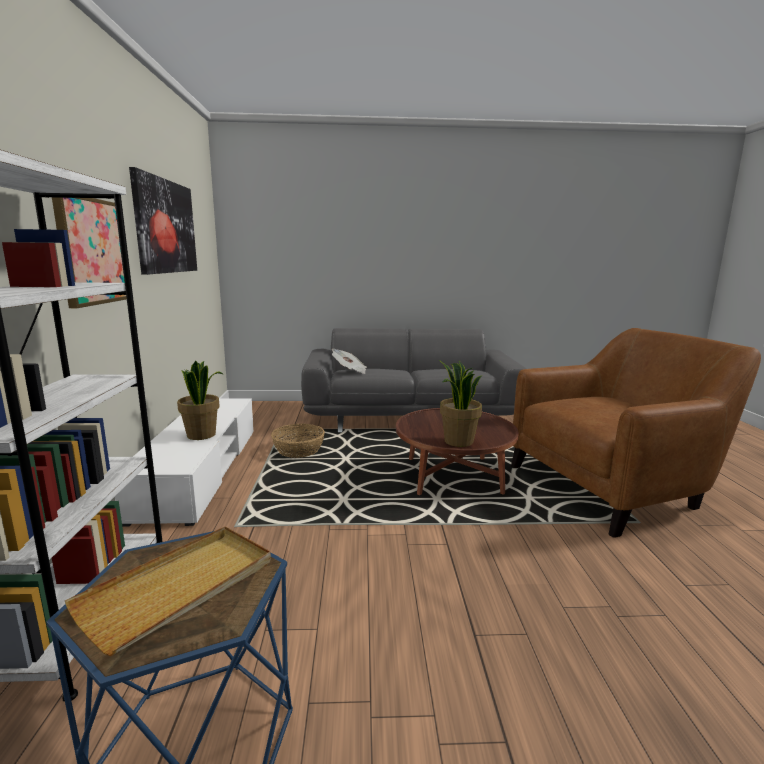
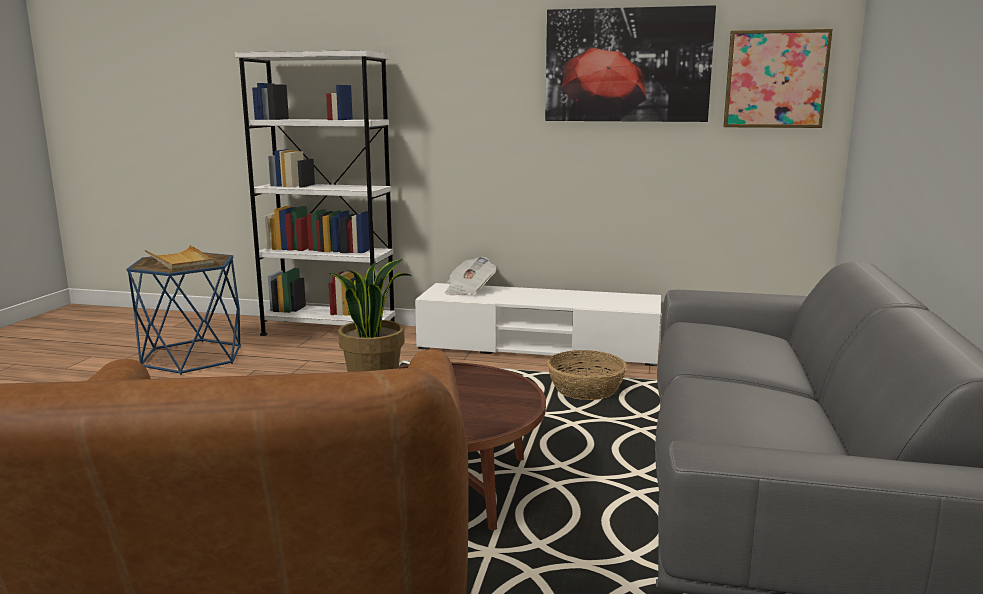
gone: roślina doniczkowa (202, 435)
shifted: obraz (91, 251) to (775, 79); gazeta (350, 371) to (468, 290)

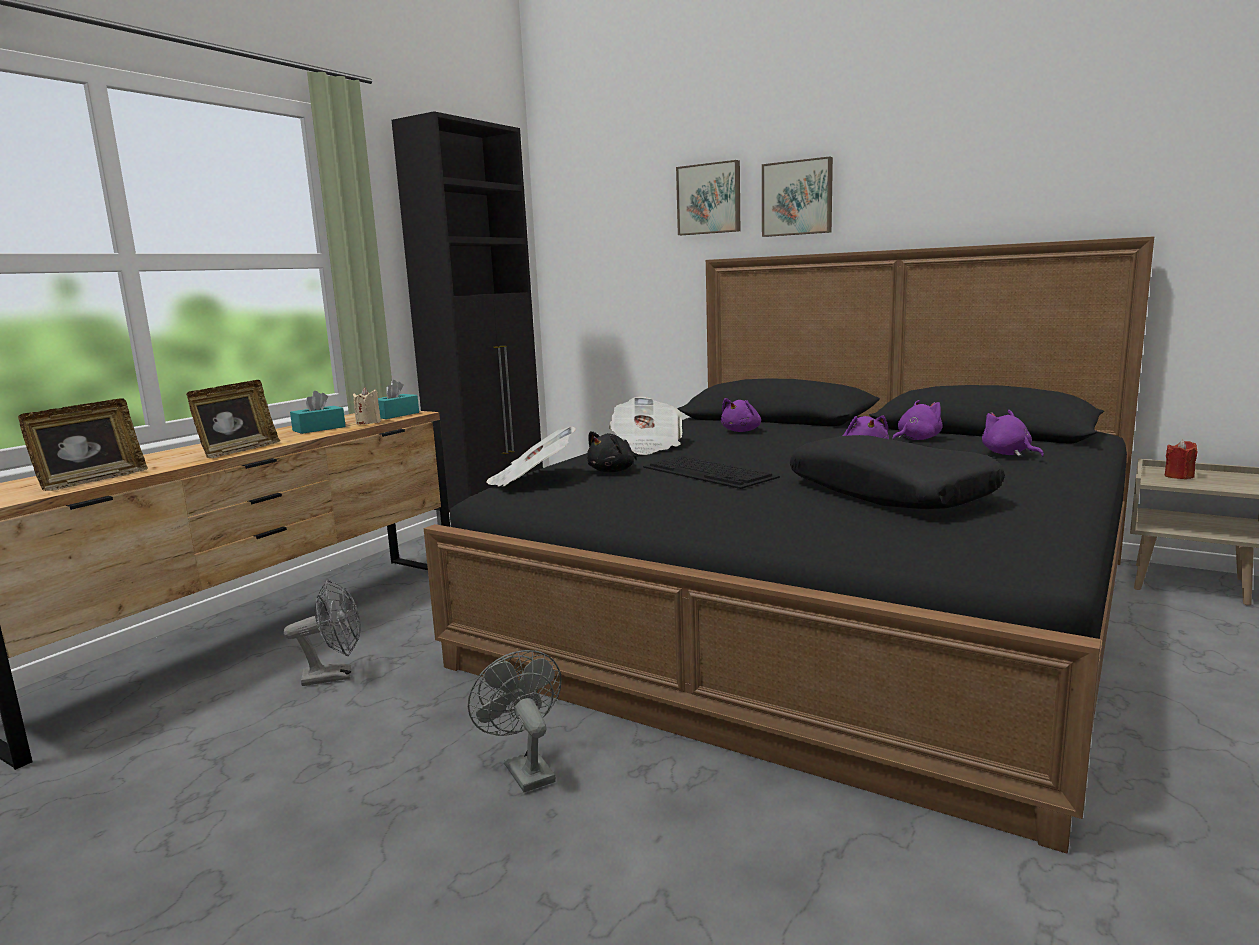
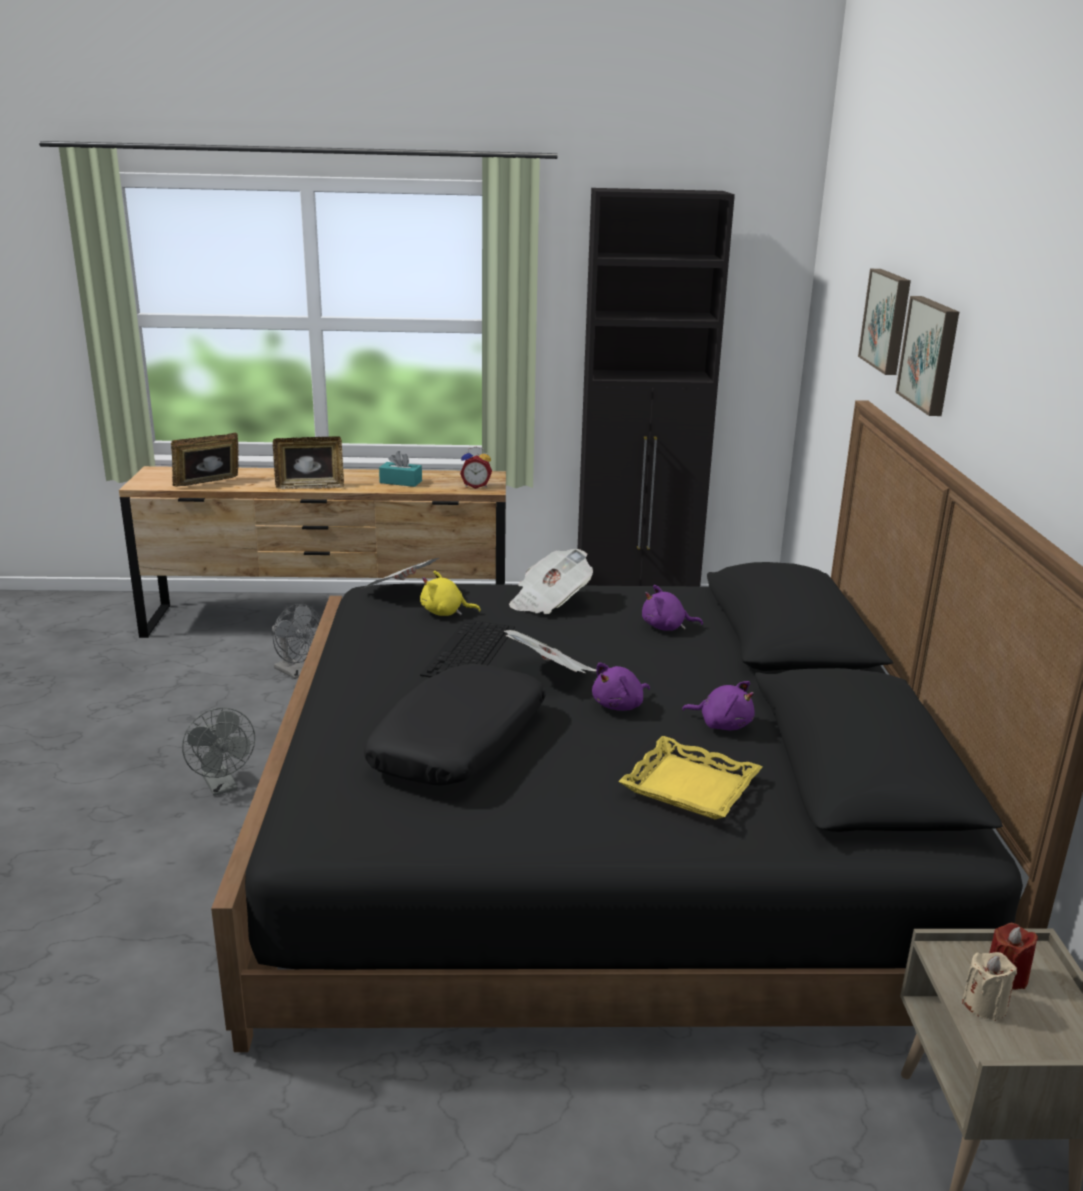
new: gazeta (550, 675)
shifted: świeca/beżowy (368, 422) to (984, 1005)
swapped: pudełko chusteczek/turkusowy (396, 415) to budzik (476, 486); pluszak/fioletowy (1008, 454) to taca/żółty (689, 787)
repainted: pluszak/czarny (613, 471) to pluszak/żółty (445, 612)
rotated: ramka na zdjęcie (91, 480) = (208, 484) 150 degrees clockwise; wentylator/szary (524, 769) = (222, 786) 120 degrees clockwise

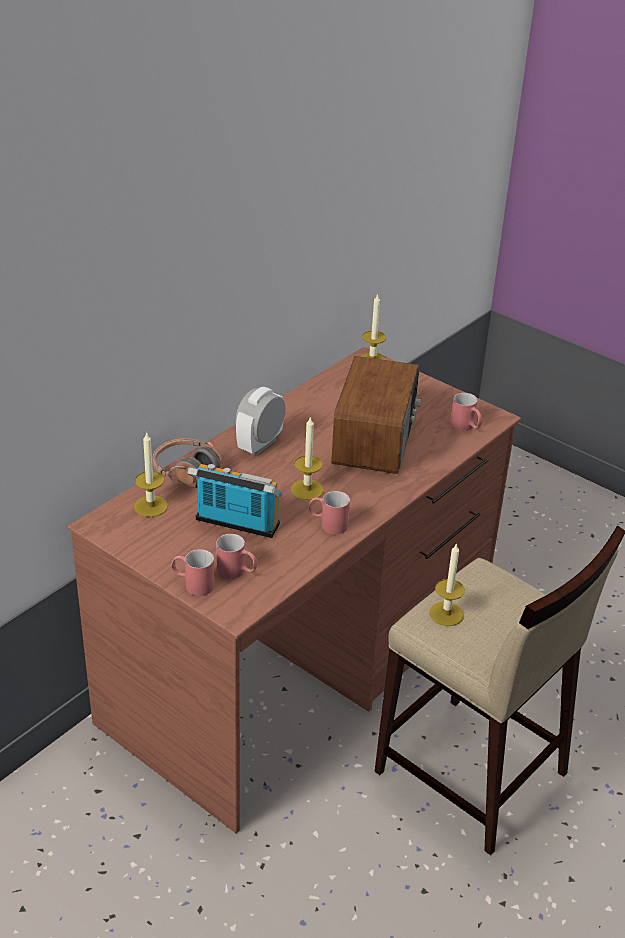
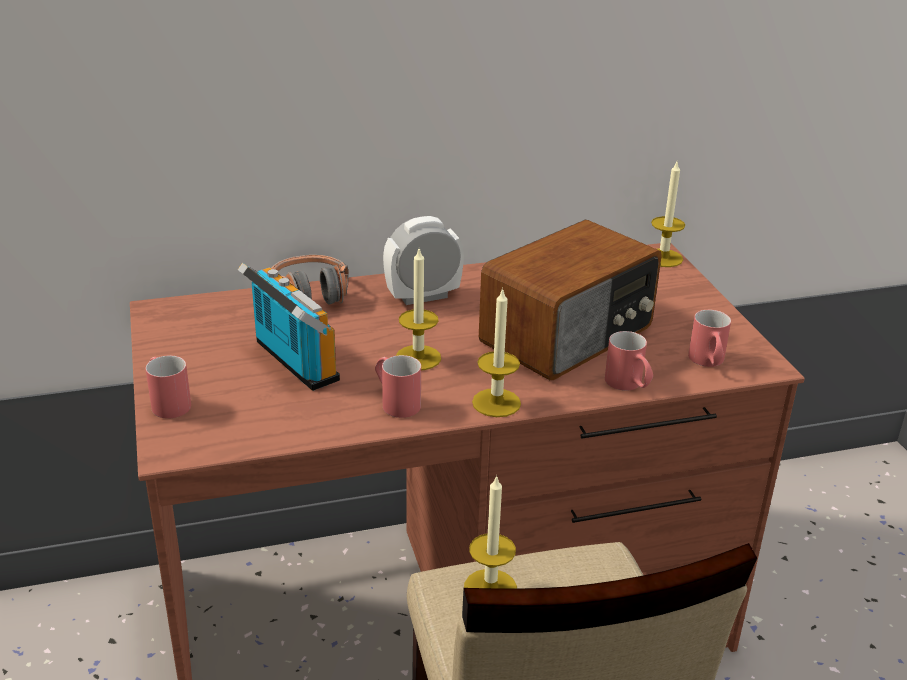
shifted: świeca (151, 506) to (496, 403); kubek/czerwony (237, 572) to (629, 385)

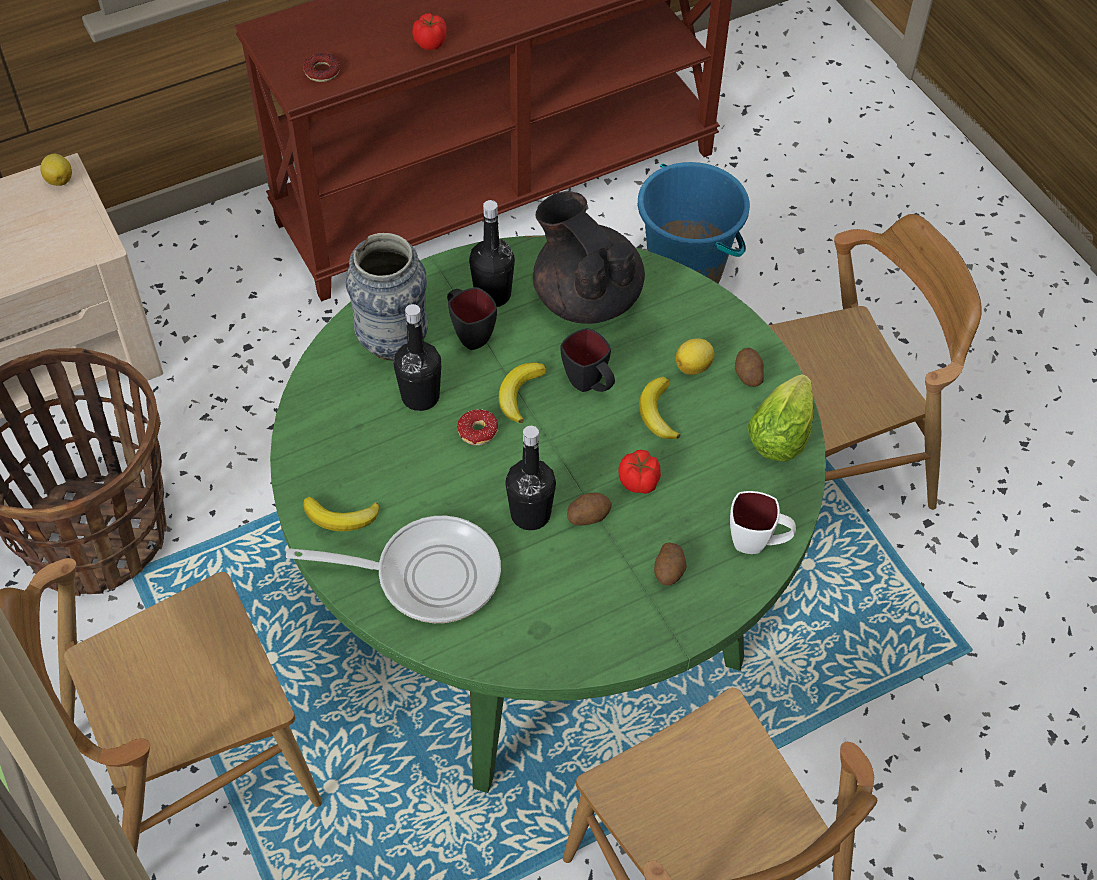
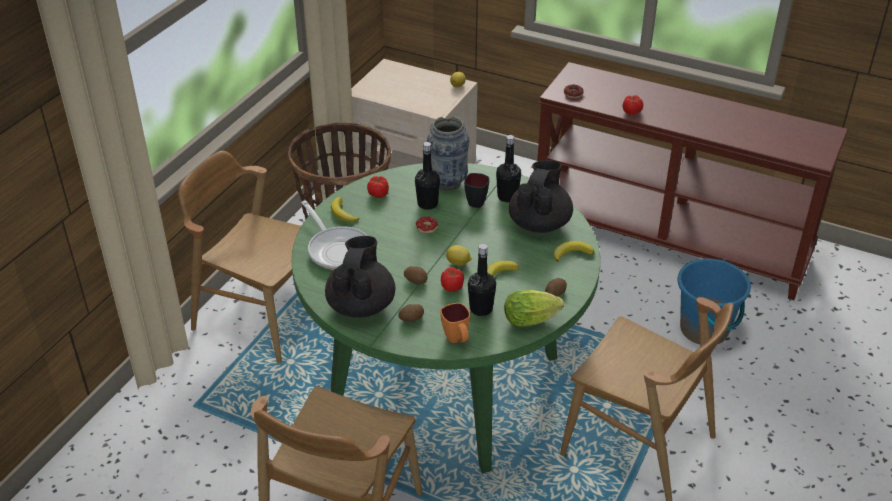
gone: kubek/czarny (589, 386)
new: imbryk/czarny (361, 305); pomidor (378, 194)
shifted: banan (519, 393) to (572, 253); butelka/czarny (530, 514) to (481, 309); cytryna (694, 367) to (458, 263)
repainted: kubek/biały (758, 543) to kubek/pomarańczowy (457, 340)

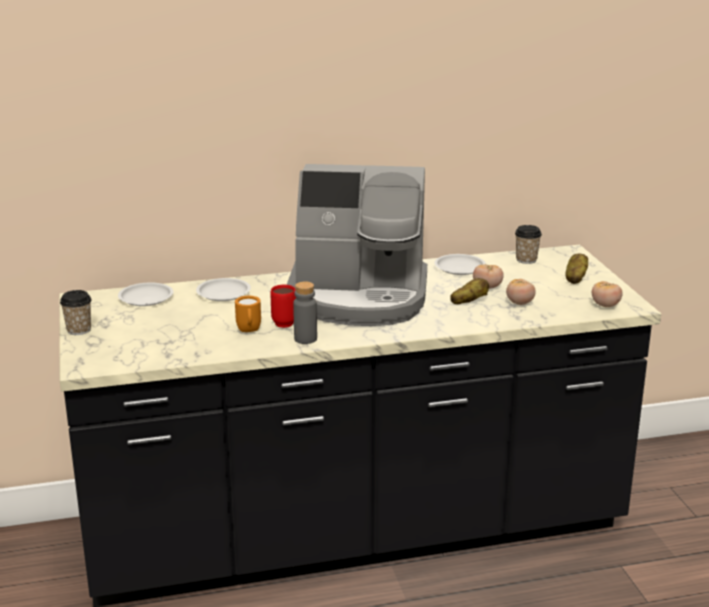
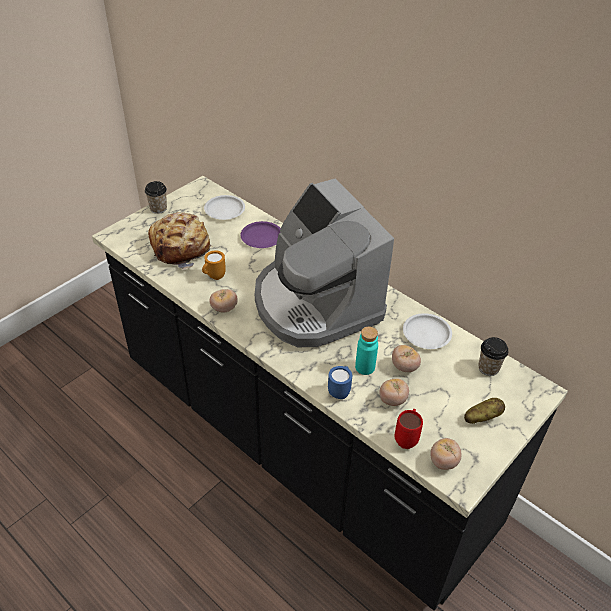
new: chleb (181, 247); kubek/niebieski (340, 391)
shifted: kubek/czerwony (281, 322) to (407, 437)
swapped: butelka/szary (305, 339) to pomidor (224, 308); ziemniak (469, 302) to butelka/turkusowy (365, 367)
repainted: talerz/biały (224, 293) to talerz/fioletowy (262, 238)

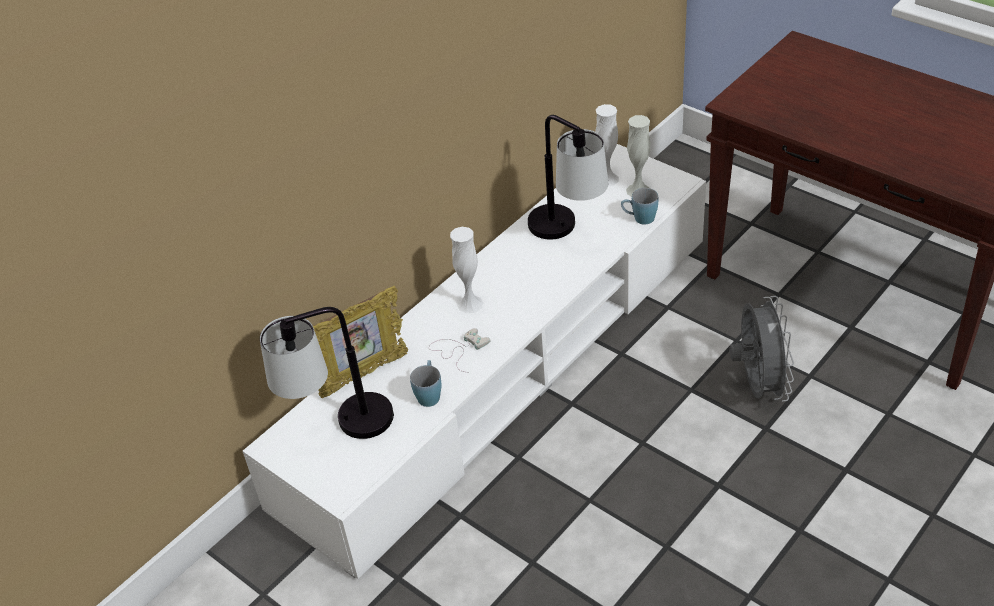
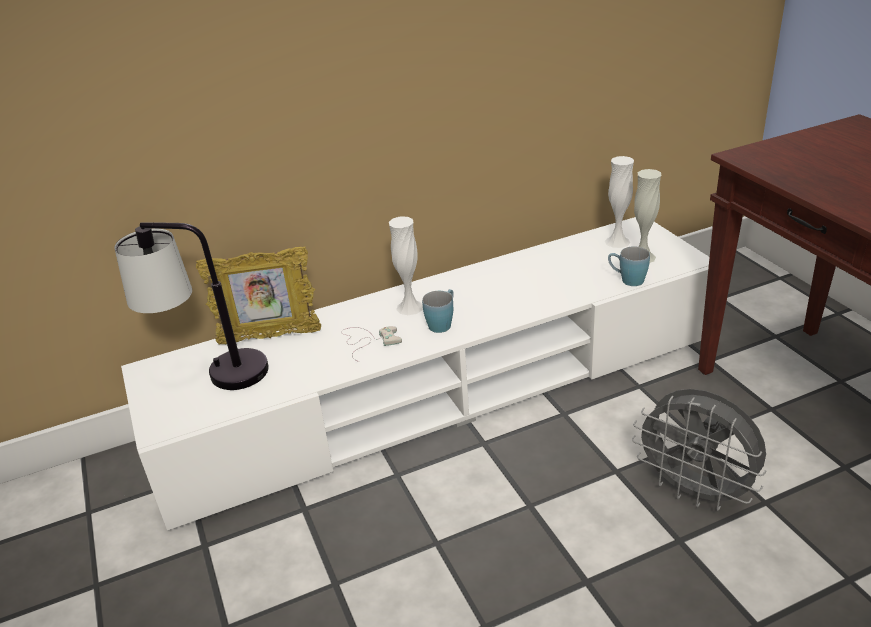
gone: lampa stołowa (568, 234)
shifted: kubek/niebieski (429, 393) to (442, 323)
rotated: wentylator/szary (757, 385) = (695, 492) 105 degrees clockwise

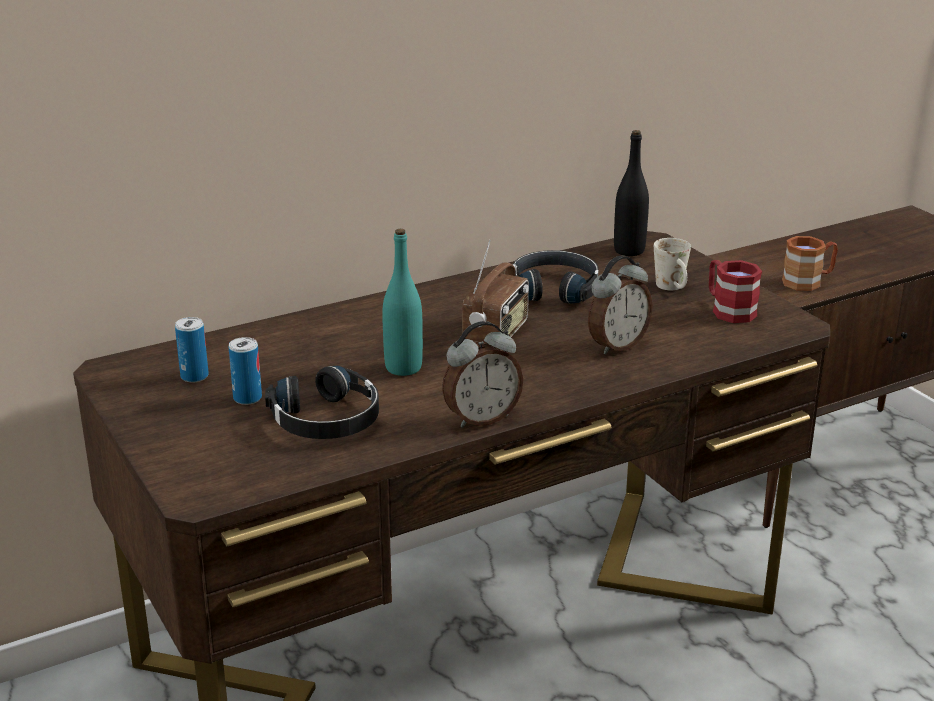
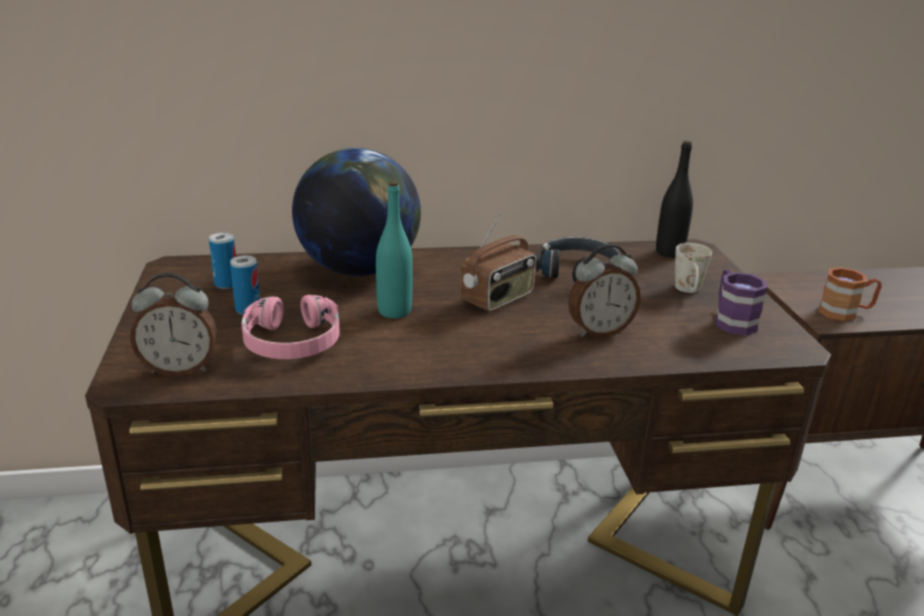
new: globus (358, 269)
shifted: budzik (481, 418) to (180, 368)
repainted: słuchawki/czarny (327, 420) to słuchawki/różowy (292, 341); kubek/czerwony (728, 310) to kubek/fioletowy (731, 320)

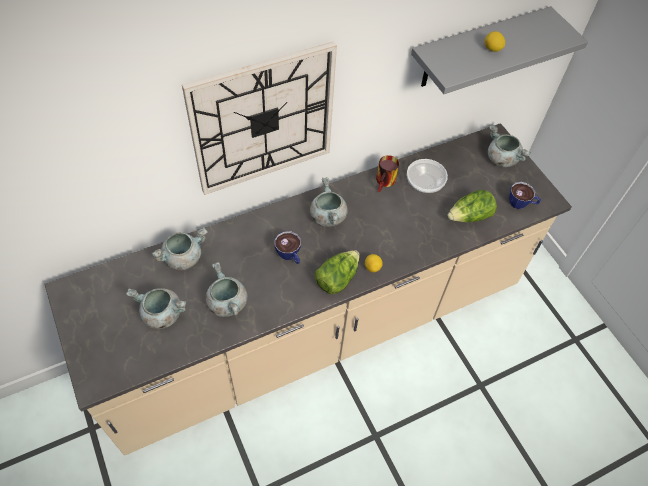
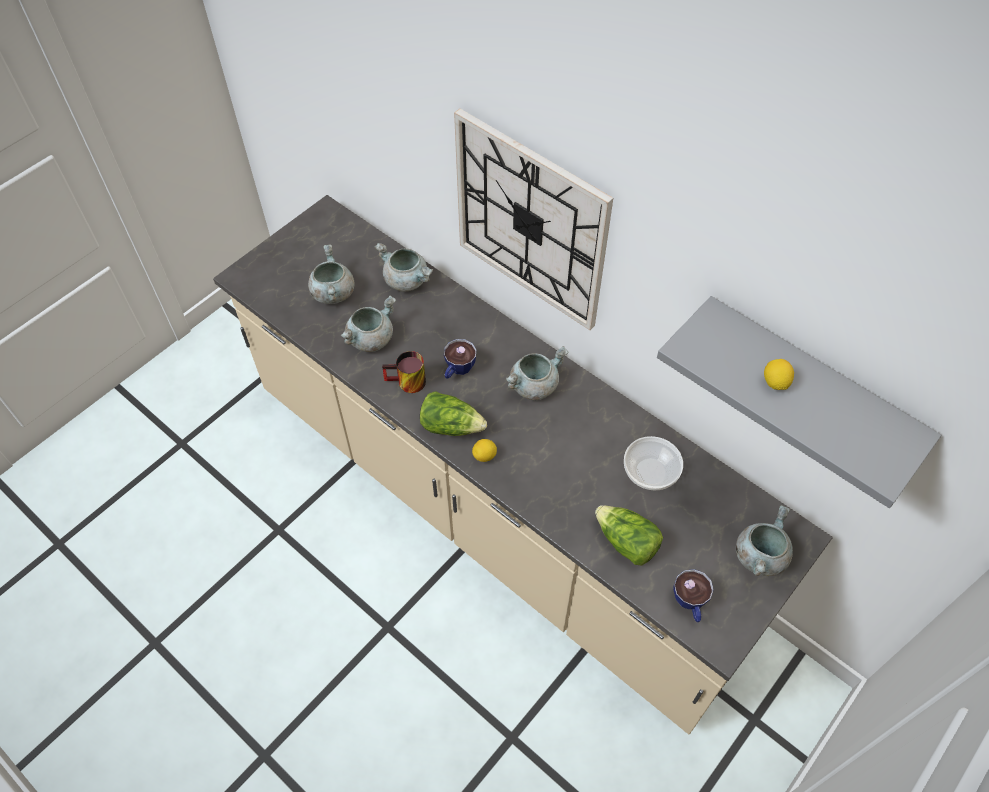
shifted: kubek (386, 182) to (406, 384)

